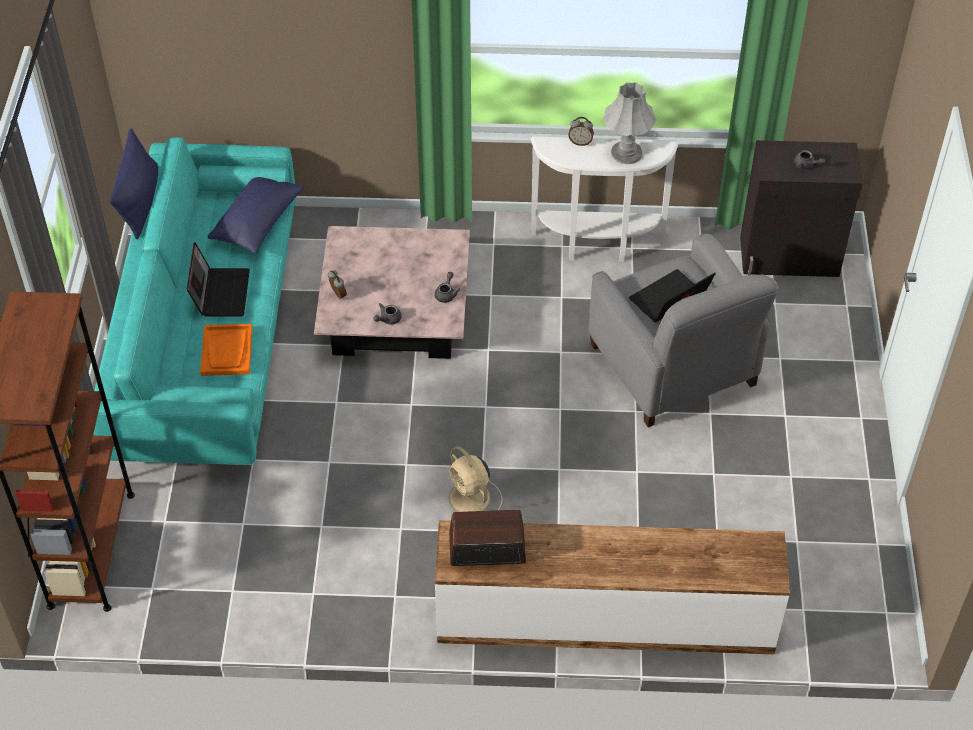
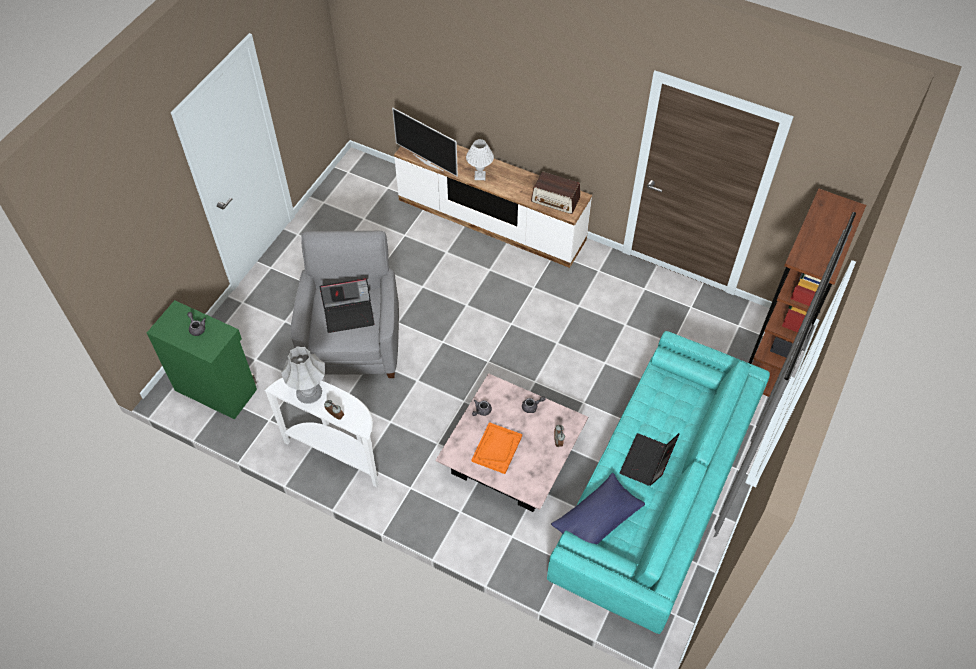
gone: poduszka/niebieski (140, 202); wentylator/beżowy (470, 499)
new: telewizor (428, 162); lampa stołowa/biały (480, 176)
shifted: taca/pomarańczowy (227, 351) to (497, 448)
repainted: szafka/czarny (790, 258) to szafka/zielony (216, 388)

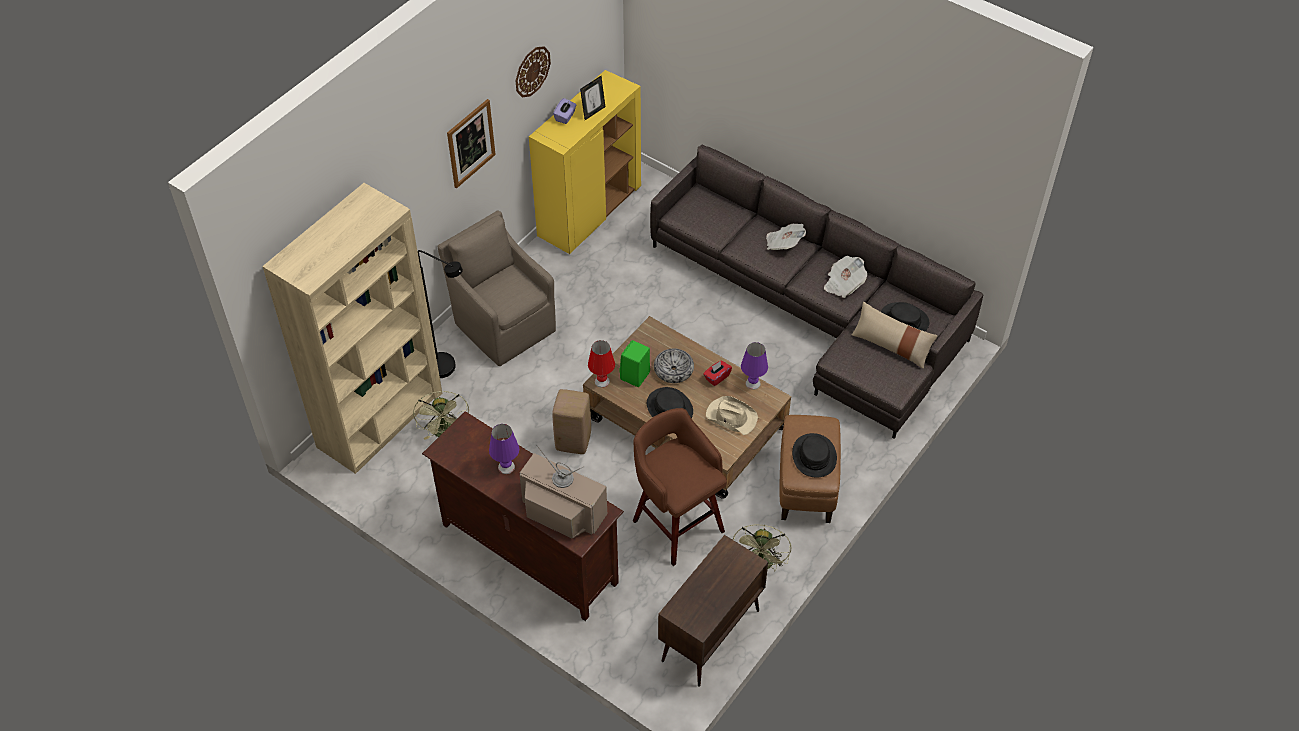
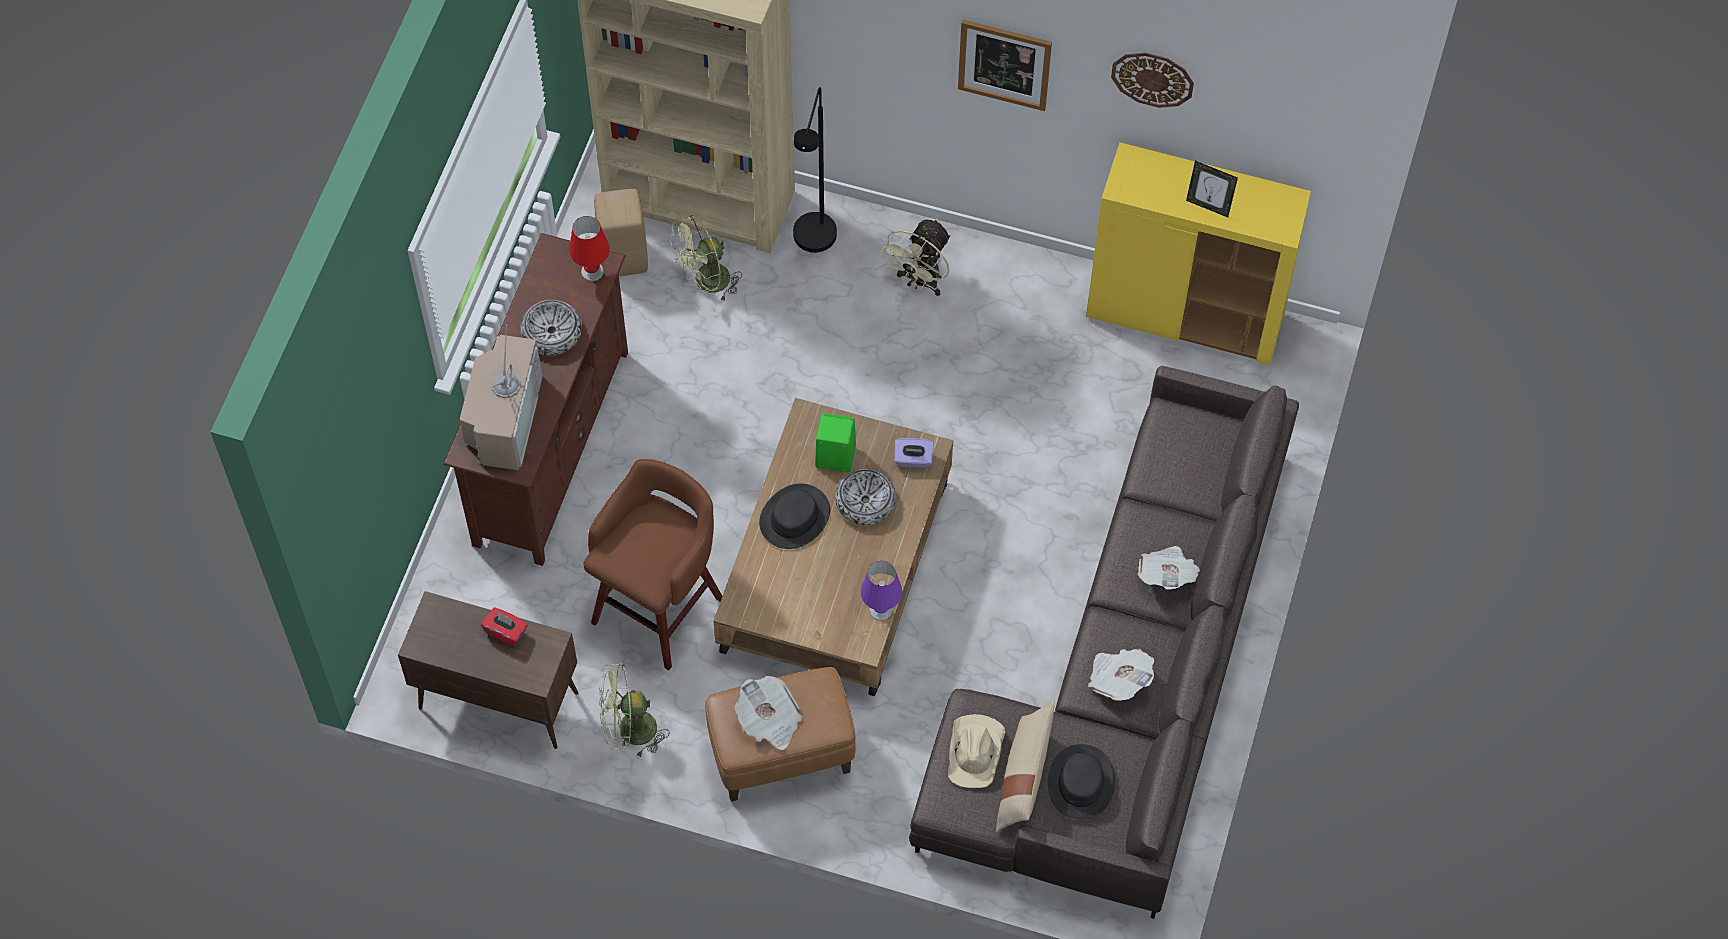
shifted: stołek/beżowy (572, 442) to (623, 258); pudełko chusteczek/fioletowy (565, 117) to (913, 460); lampa stołowa/czerwony (601, 381) to (592, 271); pudełko chusteczek/czerwony (717, 377) to (506, 632); kapelusz/beżowy (731, 416) to (975, 751)
swapped: fotel/brązowy (503, 324) to wentylator/beżowy (920, 282); lampa stołowa/fioletowy (506, 467) to miska (552, 333); kapelusz/czarny (814, 456) to gazeta (769, 721)

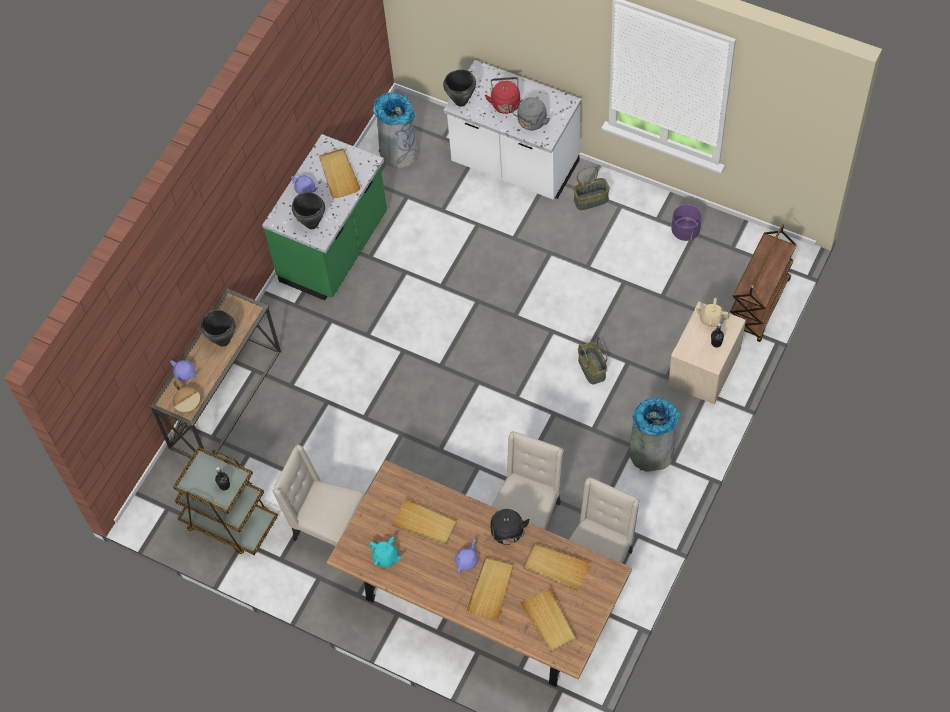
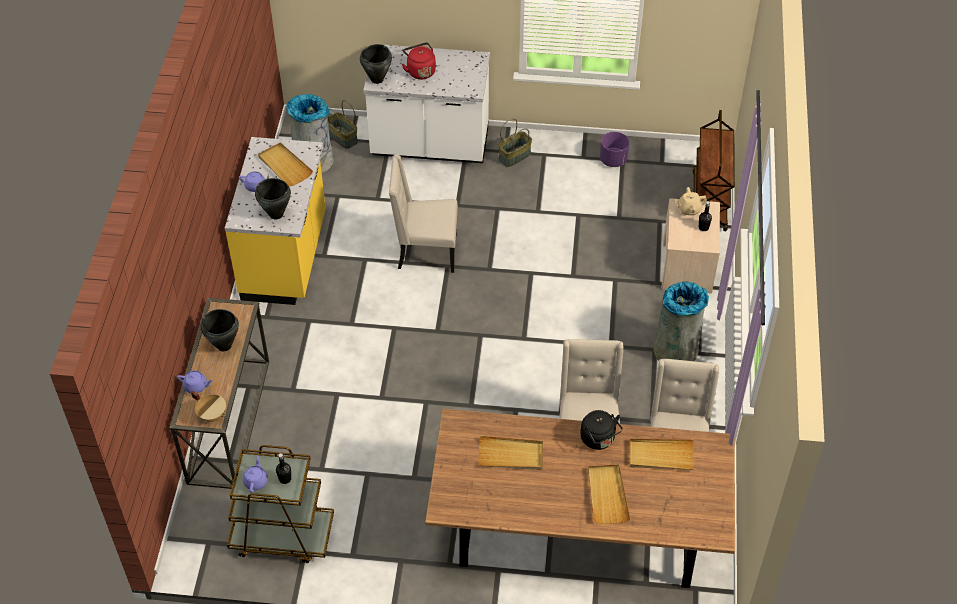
gone: imbryk/turkusowy (386, 557); czajnik/szary (531, 123); taca/beżowy (549, 621)
shifted: krzesło/beżowy (328, 528) to (425, 252); imbryk/fioletowy (467, 560) to (256, 481); koszyk (591, 368) to (342, 138)
repainted: zabudowa kuchenna/zielony (335, 249) to zabudowa kuchenna/żółty (286, 257)

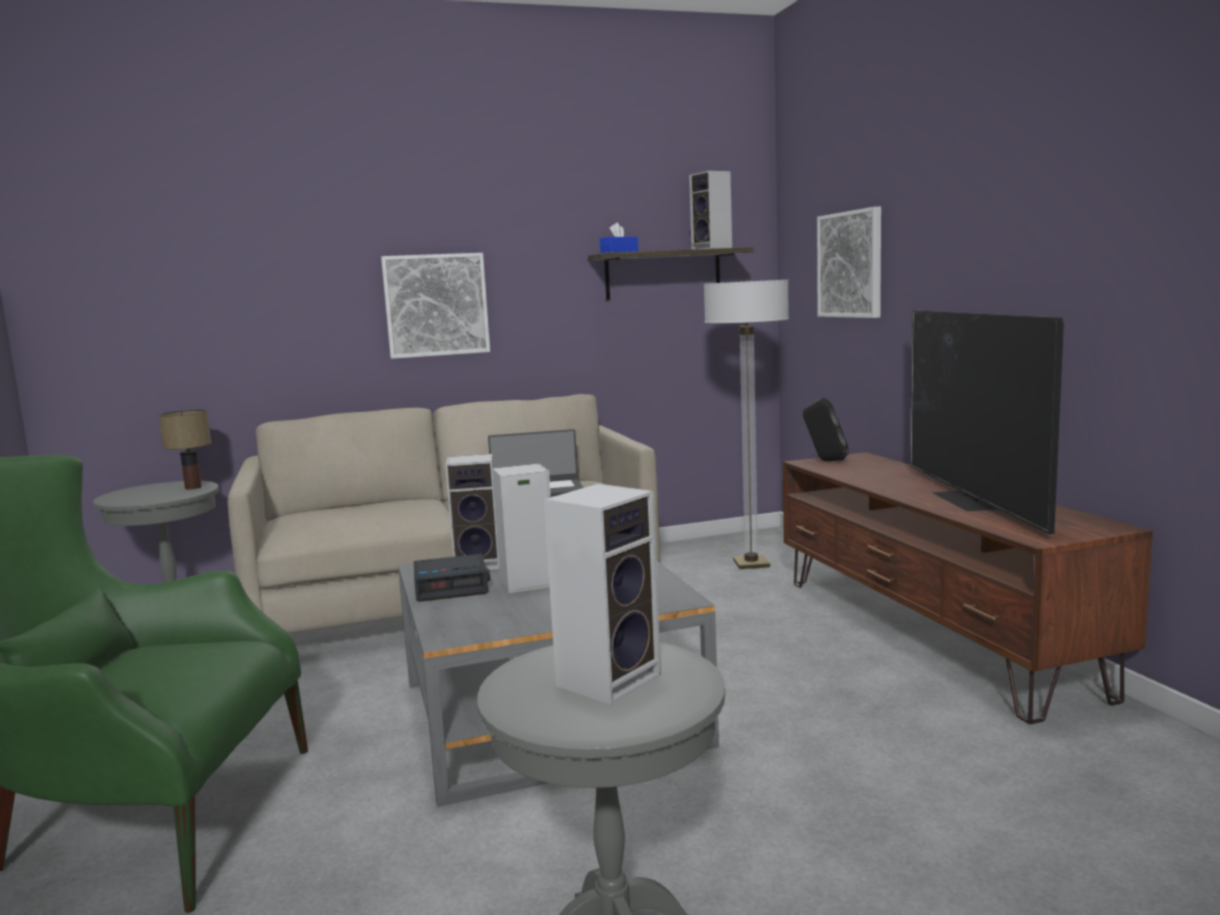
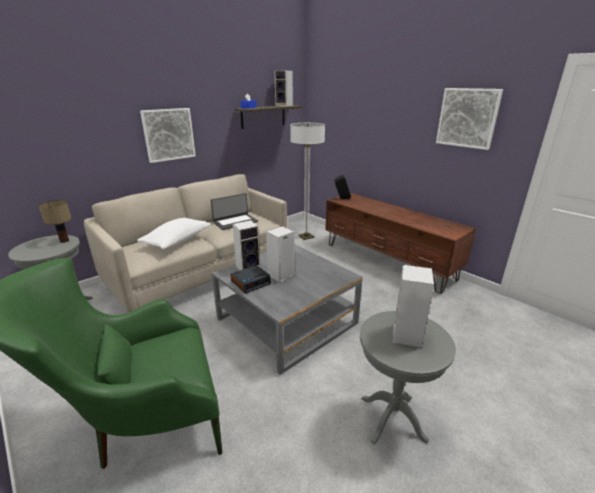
gone: telewizor (971, 500)
new: poduszka/biały (177, 241)
shifted: obraz (850, 264) to (467, 118)

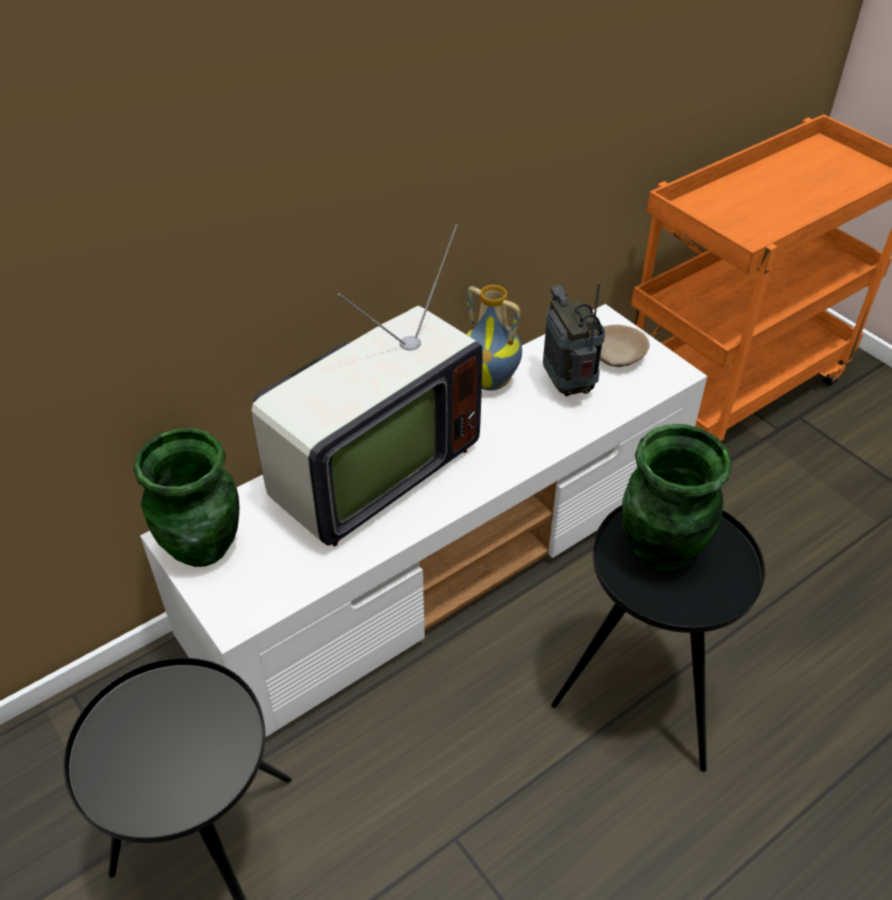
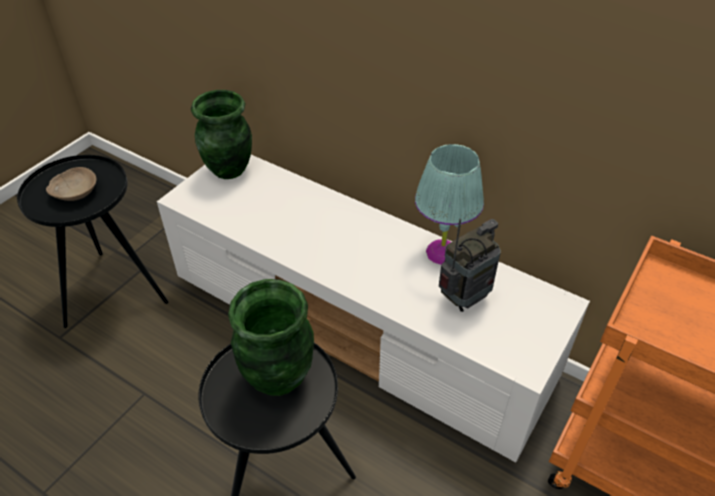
gone: telewizor (367, 472)
shifted: miska/beżowy (616, 356) to (75, 192)
swapped: wazon (491, 380) to lampa stołowa/turkusowy (442, 252)

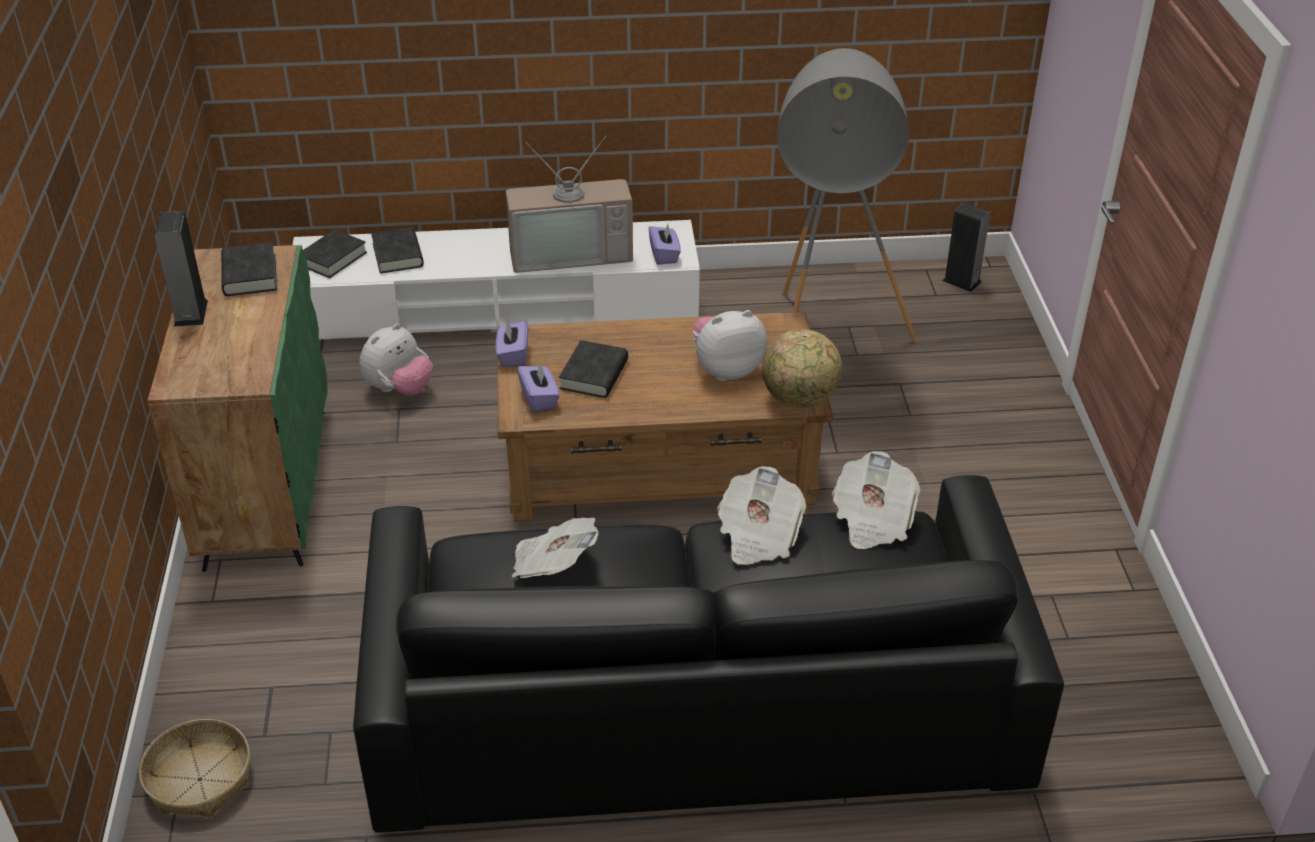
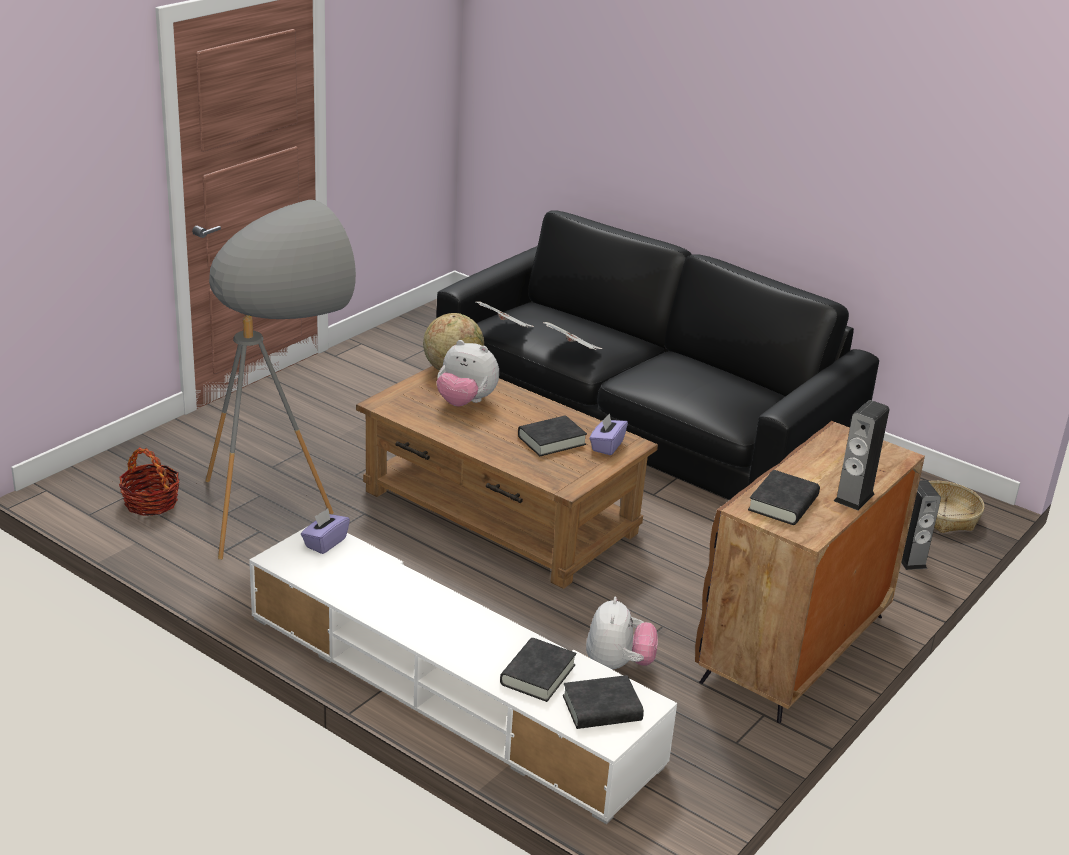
gone: pudełko chusteczek/fioletowy (513, 355); telewizor (571, 252); gazeta (553, 565)
new: koszyk (150, 502)
shifted: głośnik (961, 281) to (909, 559)
repainted: szafka/zielony (266, 486) to szafka/brązowy (793, 649)
rotated: pluszak (399, 389) = (618, 665) 105 degrees clockwise

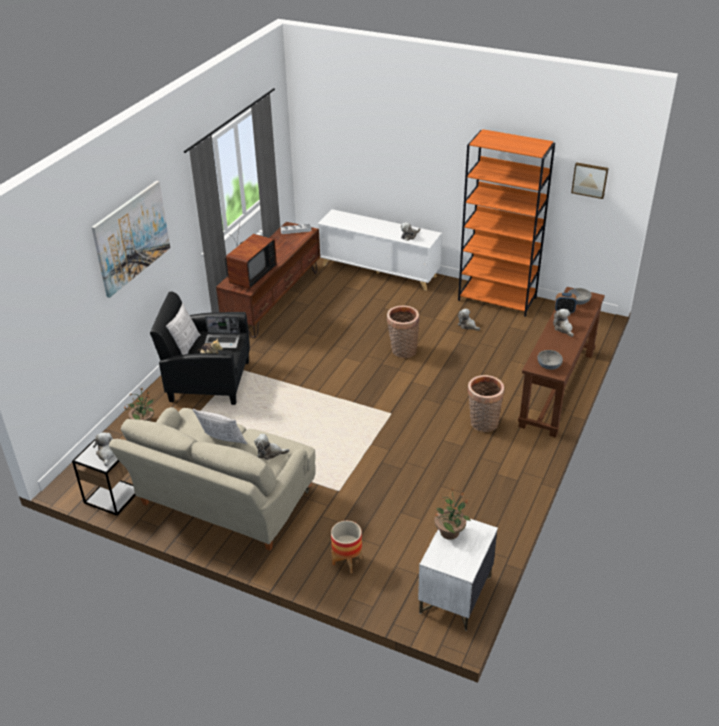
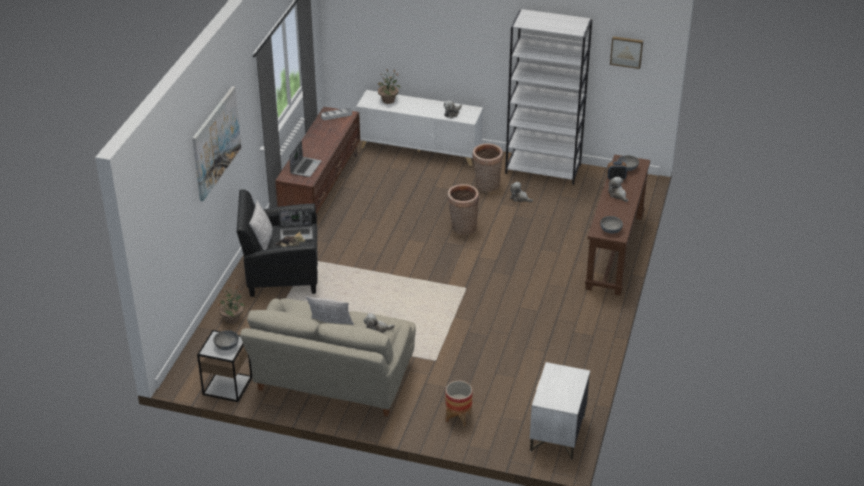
shifted: roślina doniczkowa (450, 532) to (388, 100); koszyk (483, 424) to (486, 186)
swapped: pluszak (106, 454) to miska/szary (227, 345); telewizor (250, 276) to laptop (305, 167)
repainted: regał/pomarańczowy (497, 299) to regał/biały (543, 169)

